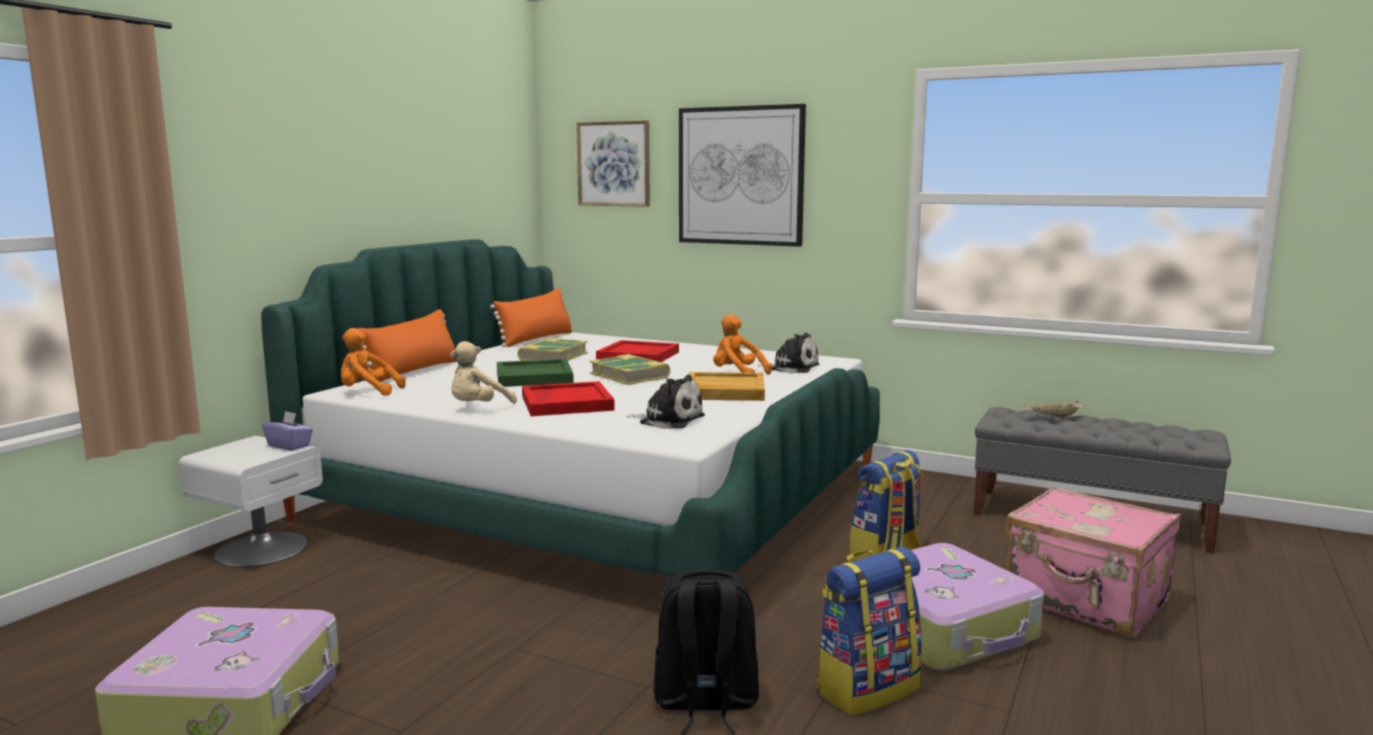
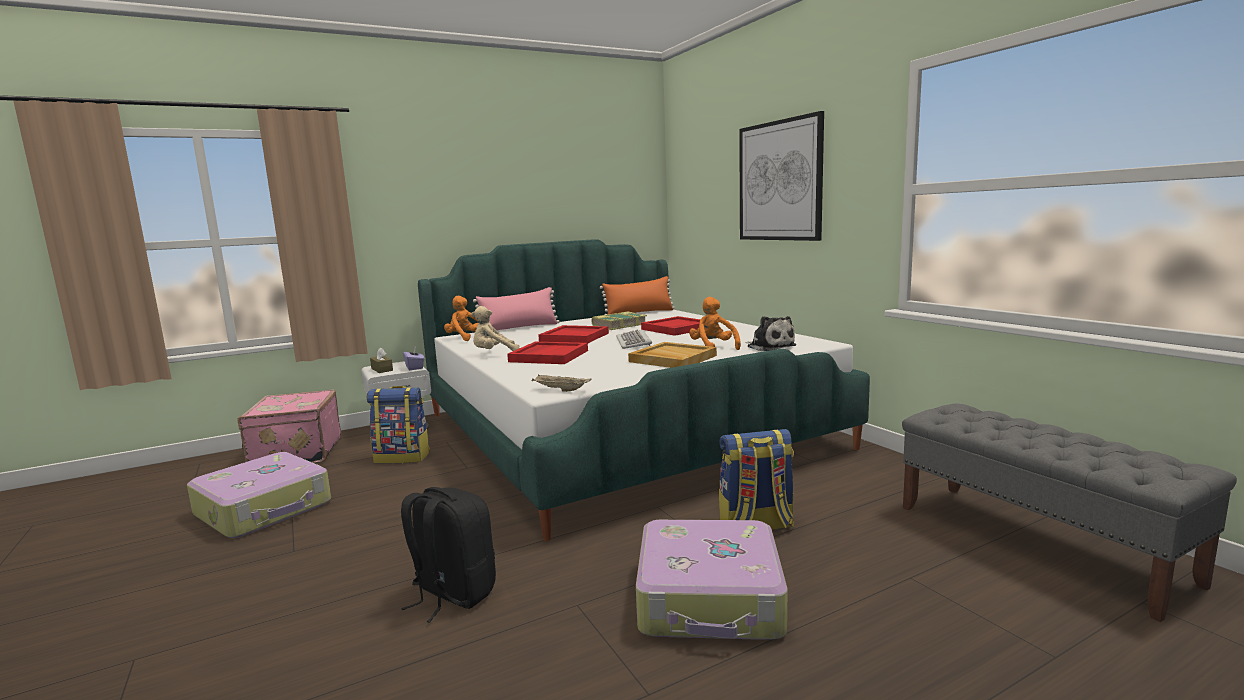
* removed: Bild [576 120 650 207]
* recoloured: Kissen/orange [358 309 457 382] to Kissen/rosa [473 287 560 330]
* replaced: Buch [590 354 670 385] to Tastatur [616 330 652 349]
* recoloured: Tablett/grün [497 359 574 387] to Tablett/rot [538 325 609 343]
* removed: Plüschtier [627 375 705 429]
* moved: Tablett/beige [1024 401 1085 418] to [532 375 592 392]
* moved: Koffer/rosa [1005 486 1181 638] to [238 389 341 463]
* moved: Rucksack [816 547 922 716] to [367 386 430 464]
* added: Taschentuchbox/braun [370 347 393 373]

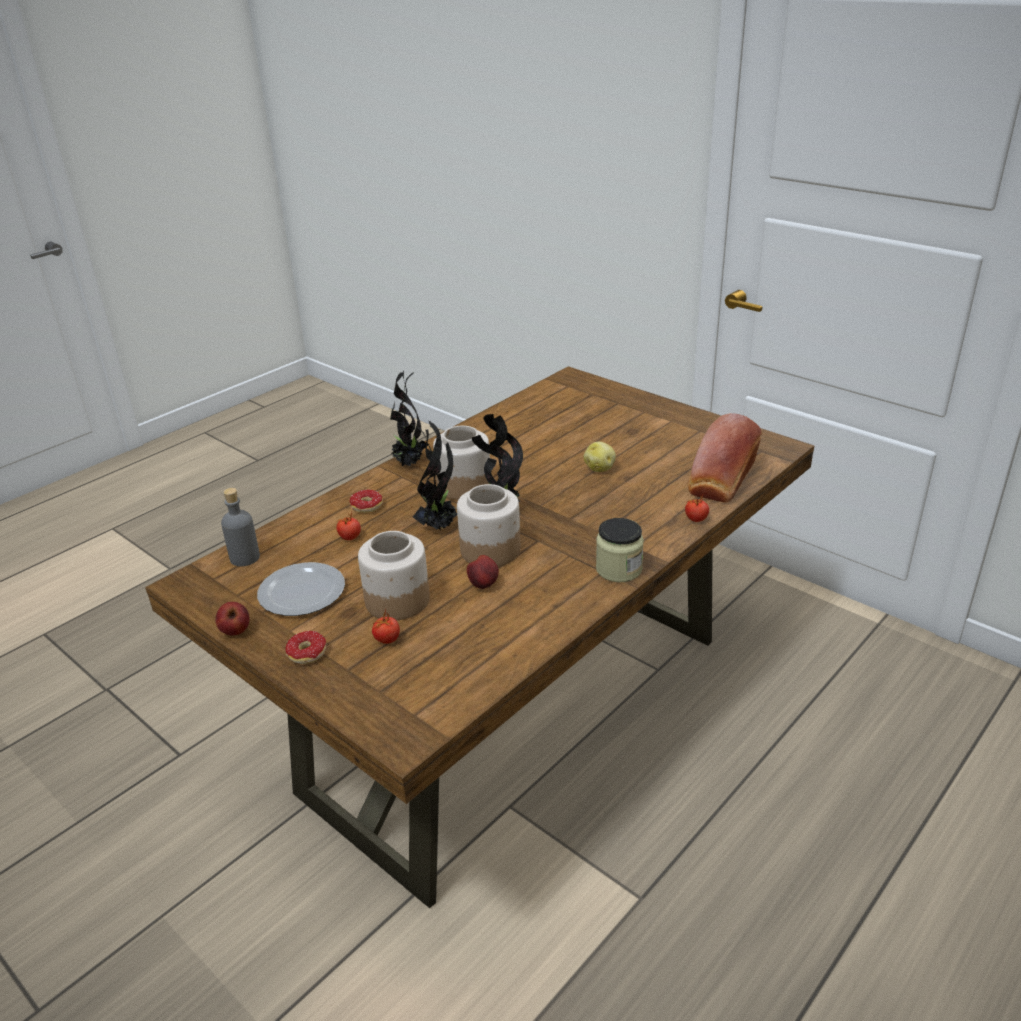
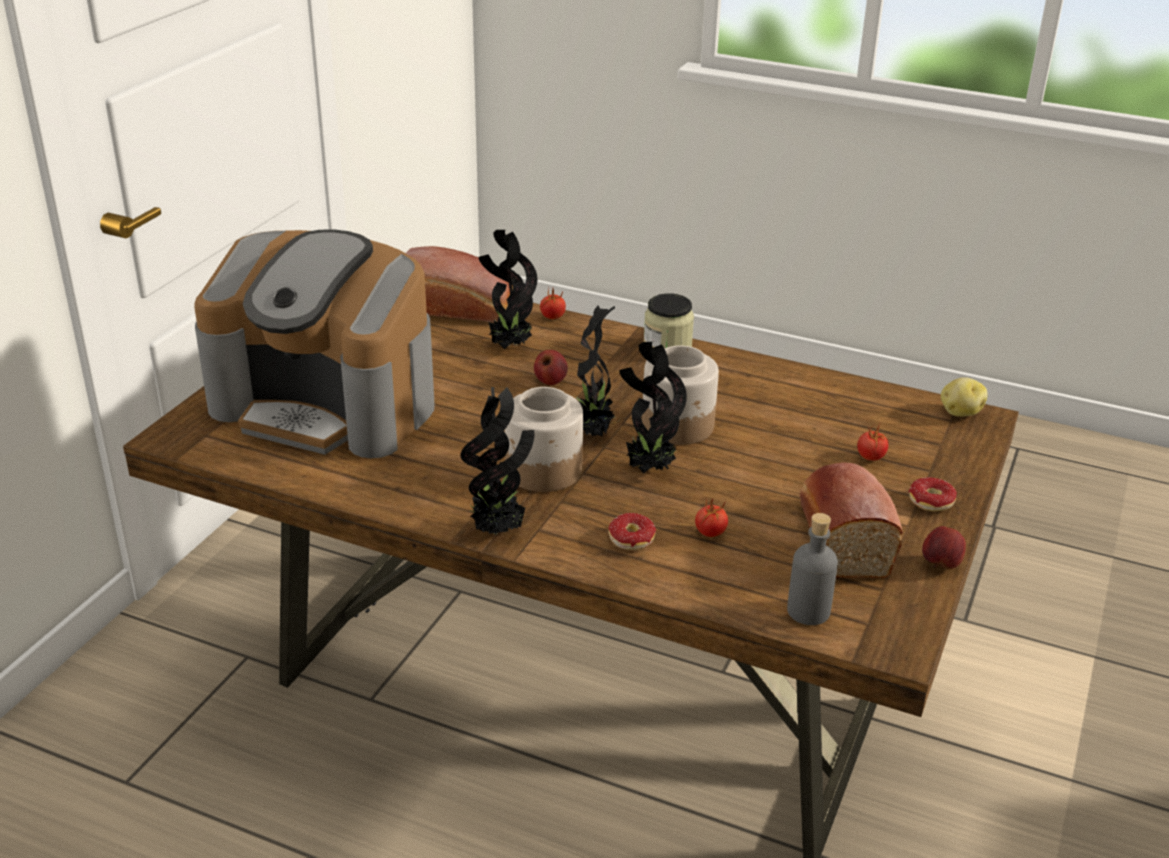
* moved: Kartoffel [584 441 616 472] to [941 377 988 417]
* removed: Vorratsglas [358 531 430 620]
* moved: Apfel [467 555 499 589] to [534 350 568 385]
* replaced: Teller [257 562 345 616] to Brot [800 463 903 578]
* added: Kaffeemaschine [194 229 434 458]
* added: Topfpflanze [479 230 537 349]

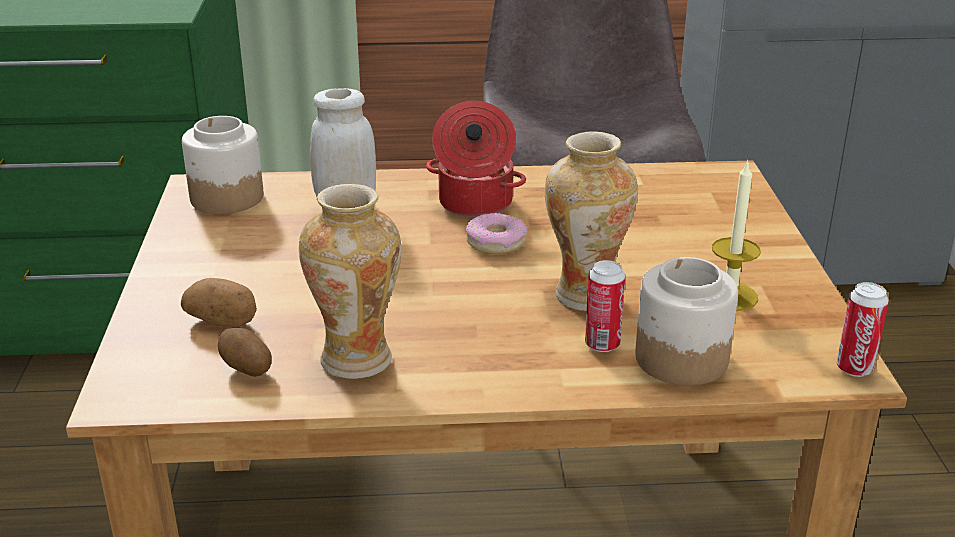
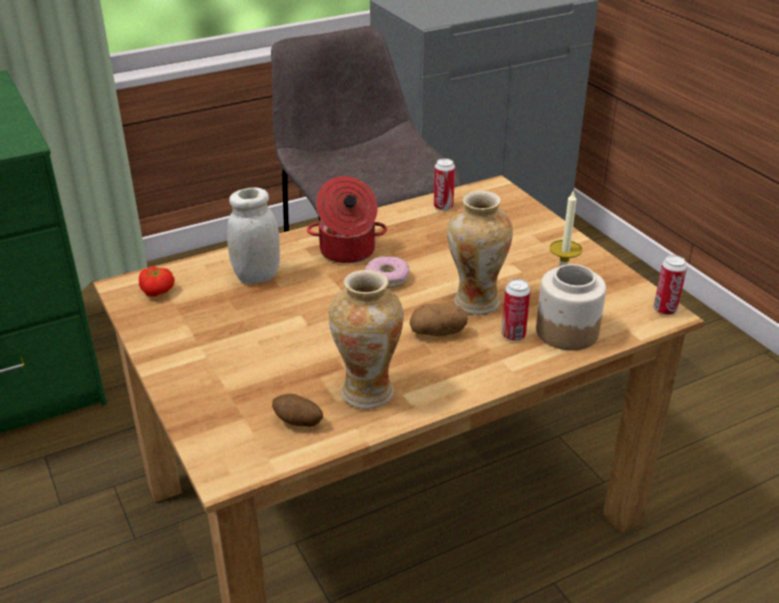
* replaced: Vorratsglas [182 116 263 214] to Tomate [139 266 174 297]
* moved: Kartoffel [181 278 257 327] to [410 303 468 336]
* added: Dose [434 158 455 211]

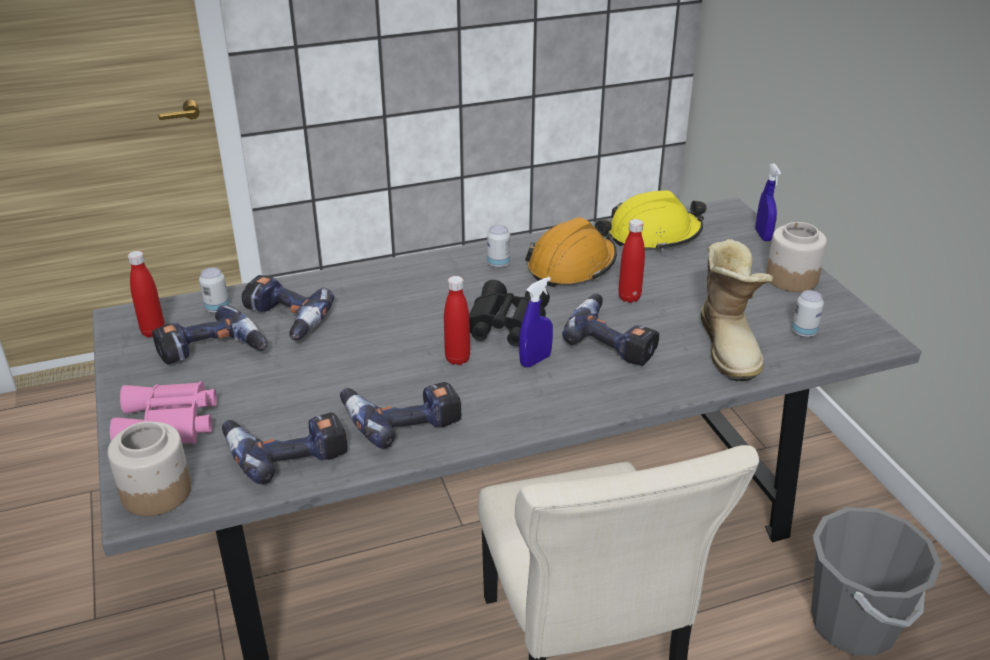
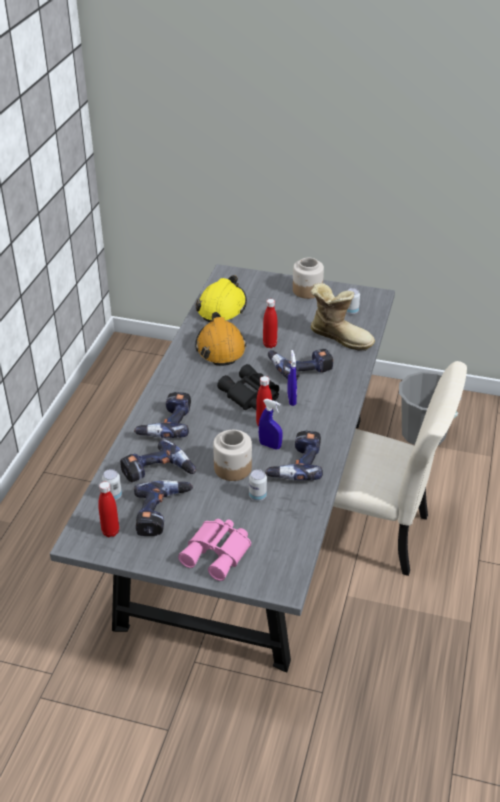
* moved: Sprühflasche/blau [755 163 781 241] to [258 399 283 450]
* moved: Dose [487 225 510 268] to [249 469 267 501]
* moved: Bohrmaschine [222 412 348 485] to [134 392 191 438]
* moved: Vorratsglas [108 421 191 516] to [213 430 252 481]

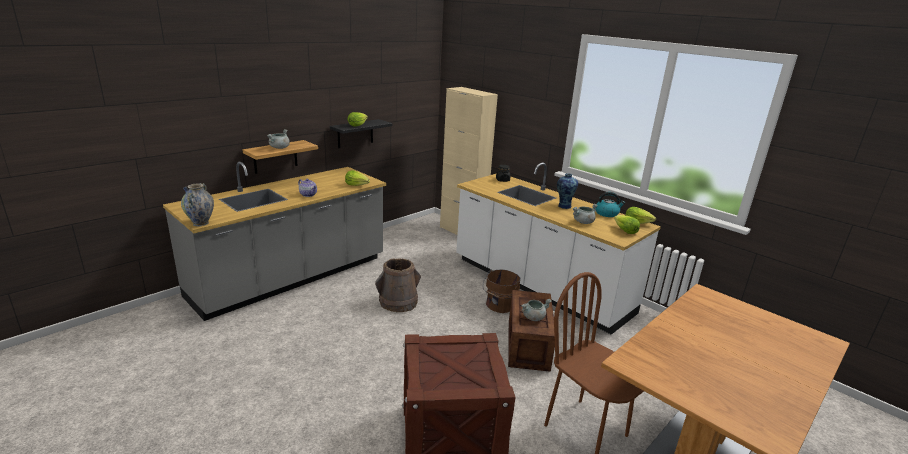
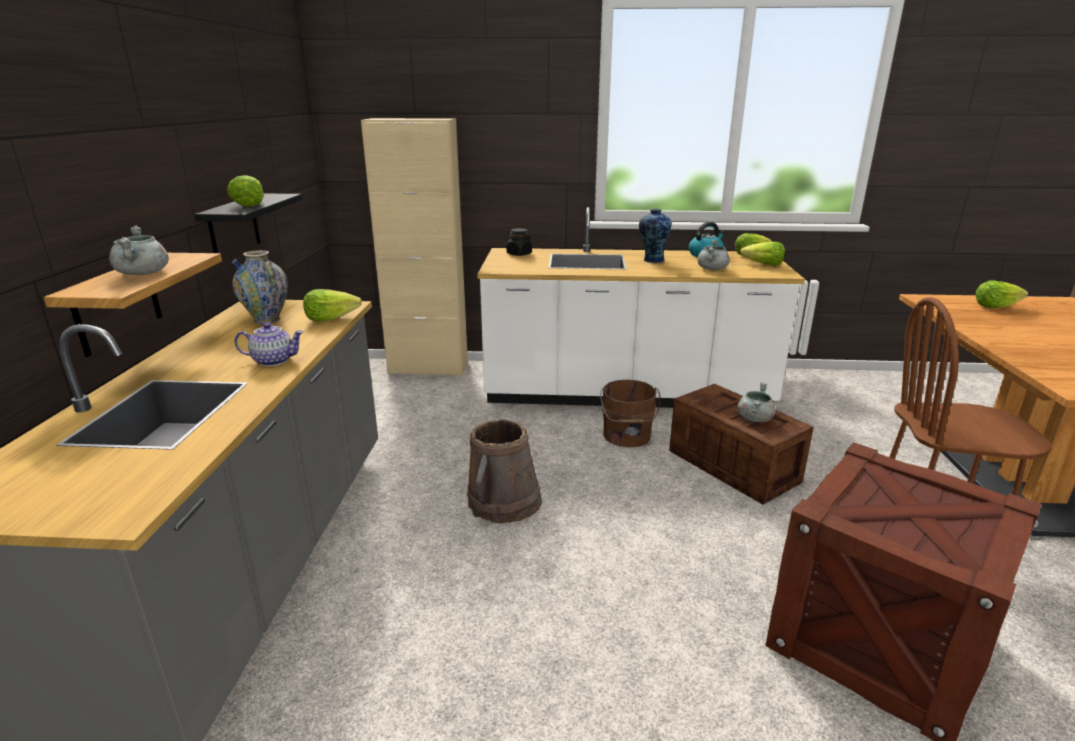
* moved: Vase [181 183 214 227] to [232 250 288 325]
* added: Salatkopf [976 280 1028 308]

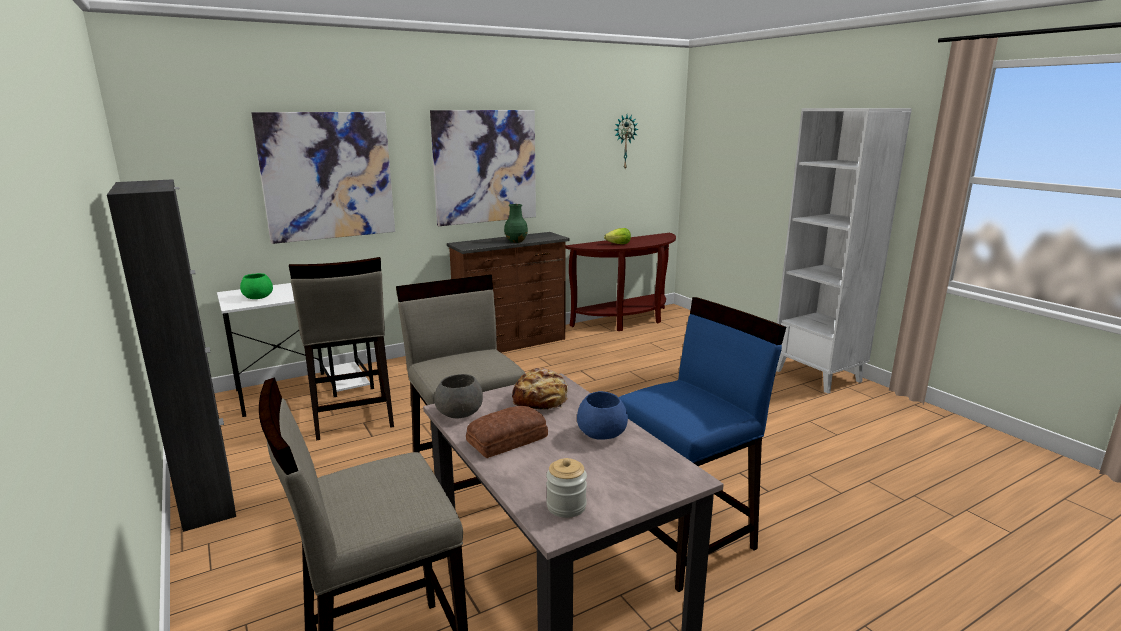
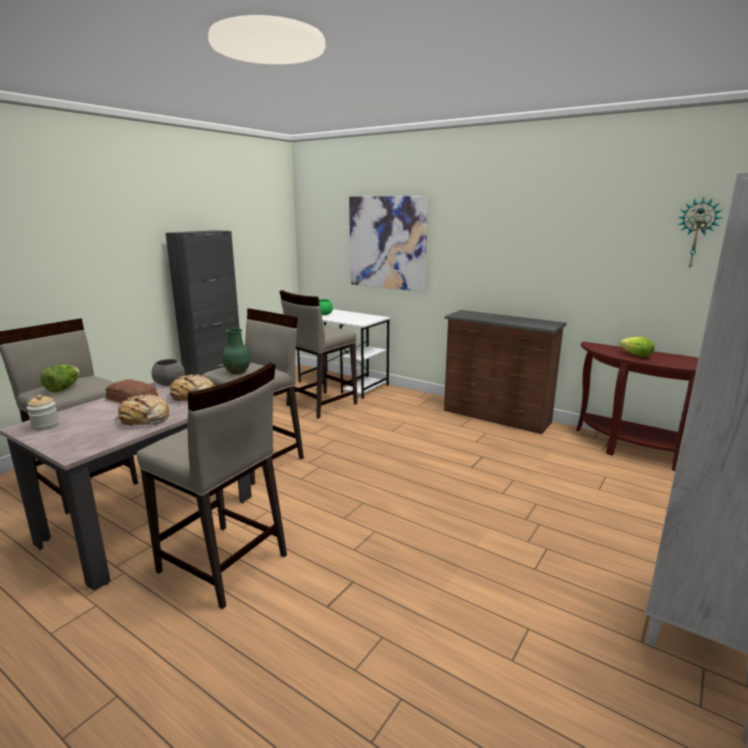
* removed: Bild [430 110 536 226]
* moved: Vase/grün [504 204 528 243] to [222 328 251 374]
* recoloured: Hocker/blau [619 297 786 592] to Hocker/beige [137 363 287 609]
* replaced: Schüssel/blau [577 391 628 440] to Brot [113 393 169 427]
* added: Salatkopf [40 364 80 393]

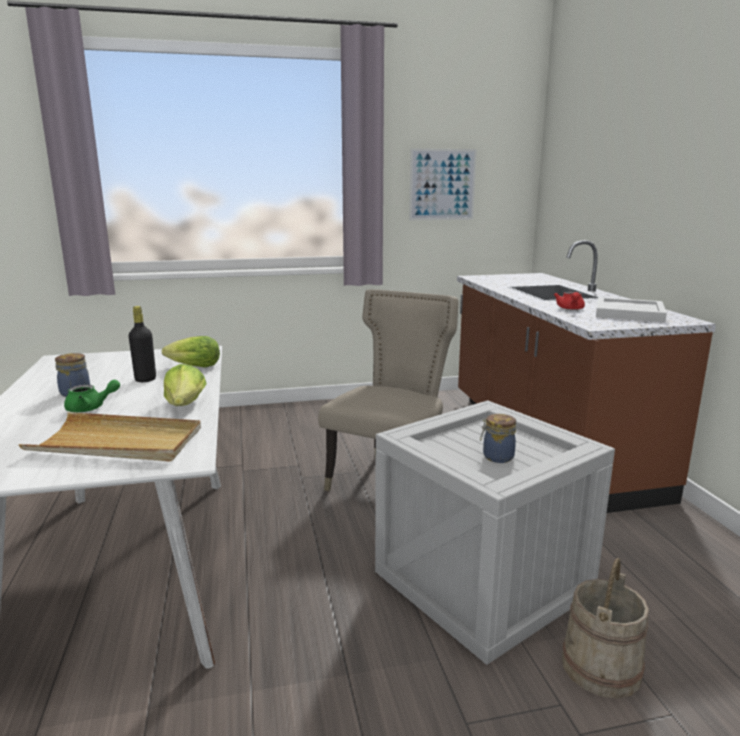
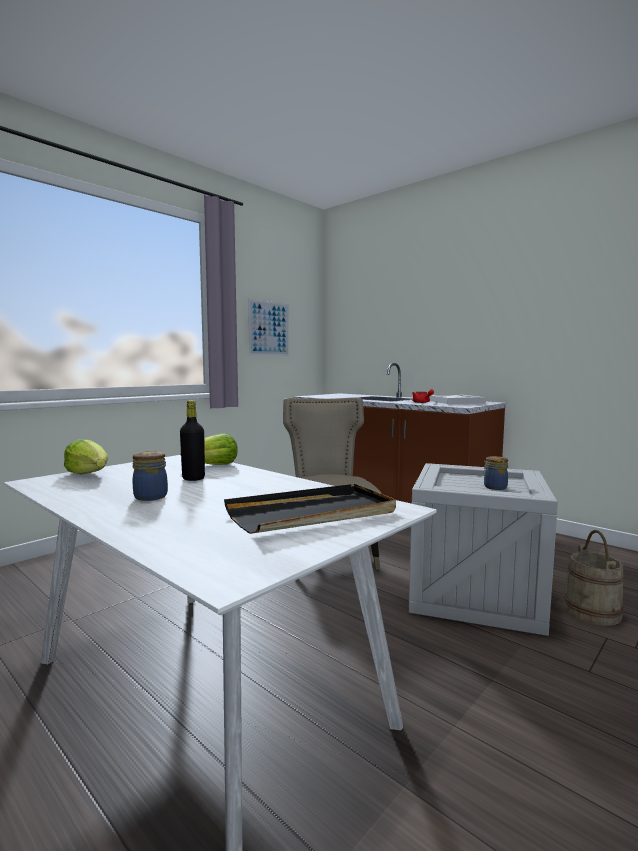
* moved: Salatkopf [164 364 206 406] to [64 439 108 475]
* removed: Teekanne/grün [64 380 120 412]
* recoloured: Tablett/beige [19 412 201 462] to Tablett/schwarz [224 484 396 534]

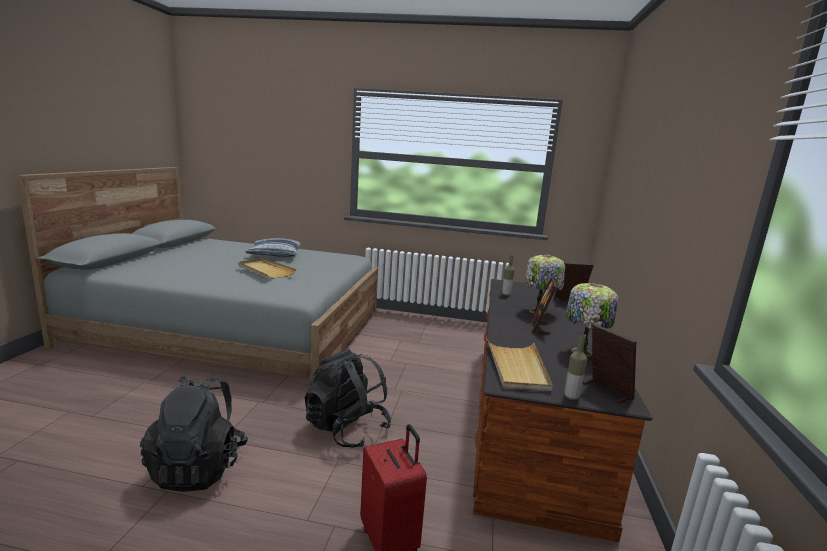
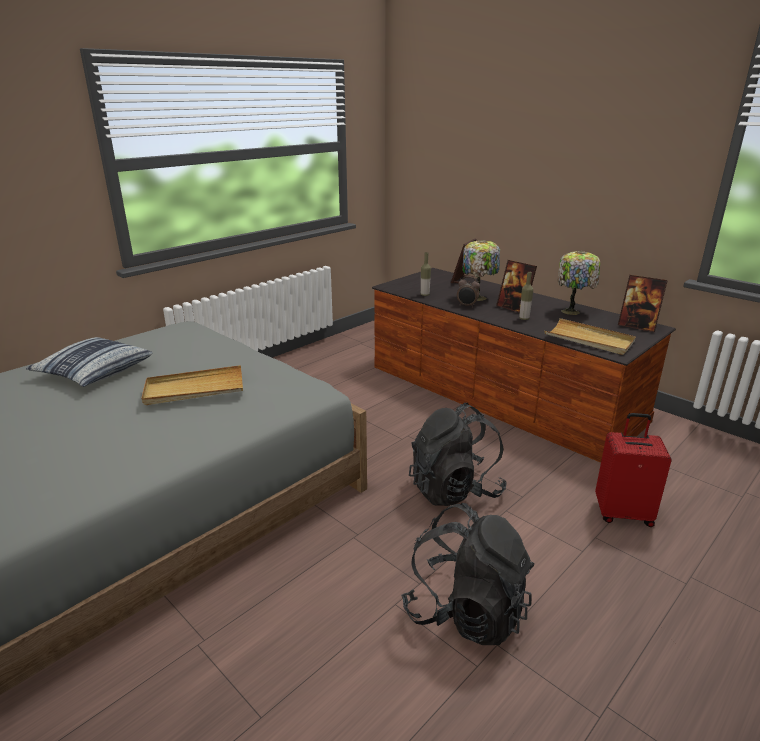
* turned: Bilderrahmen [582 324 636 404] = [618 275 668 332] 150 degrees counterclockwise
* moved: Flasche [564 334 587 400] to [519 272 533 320]
* added: Wecker [457 276 480 308]

